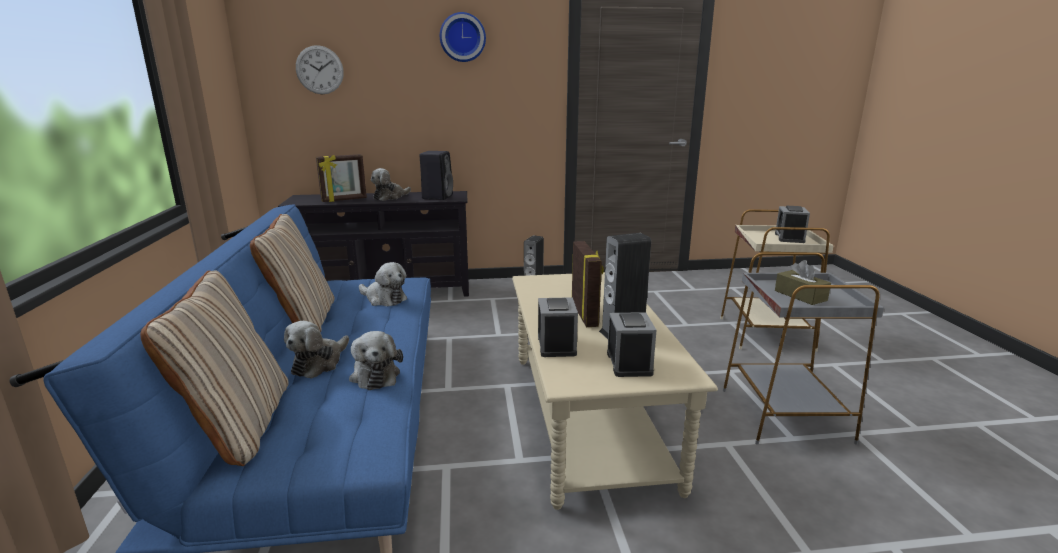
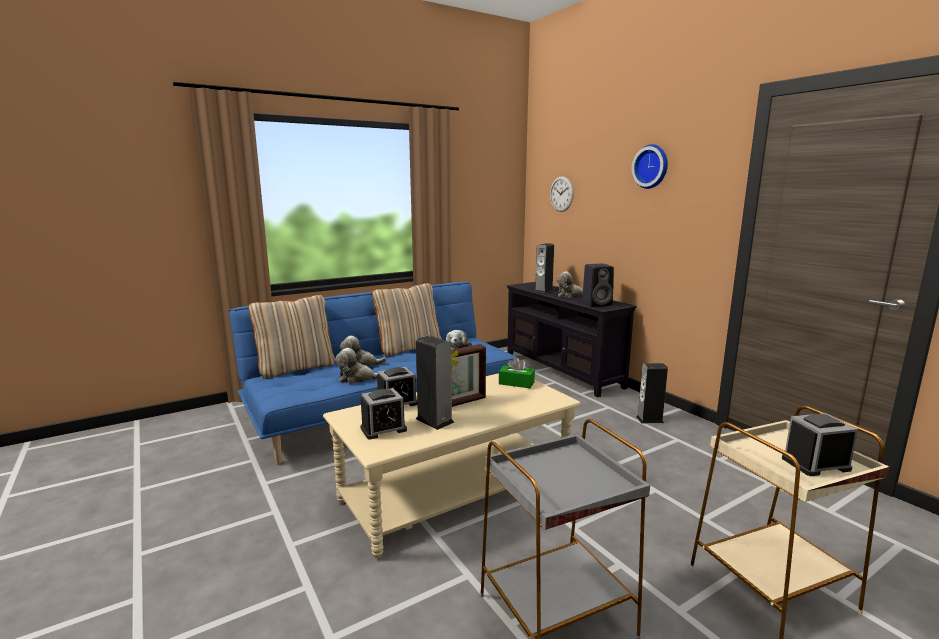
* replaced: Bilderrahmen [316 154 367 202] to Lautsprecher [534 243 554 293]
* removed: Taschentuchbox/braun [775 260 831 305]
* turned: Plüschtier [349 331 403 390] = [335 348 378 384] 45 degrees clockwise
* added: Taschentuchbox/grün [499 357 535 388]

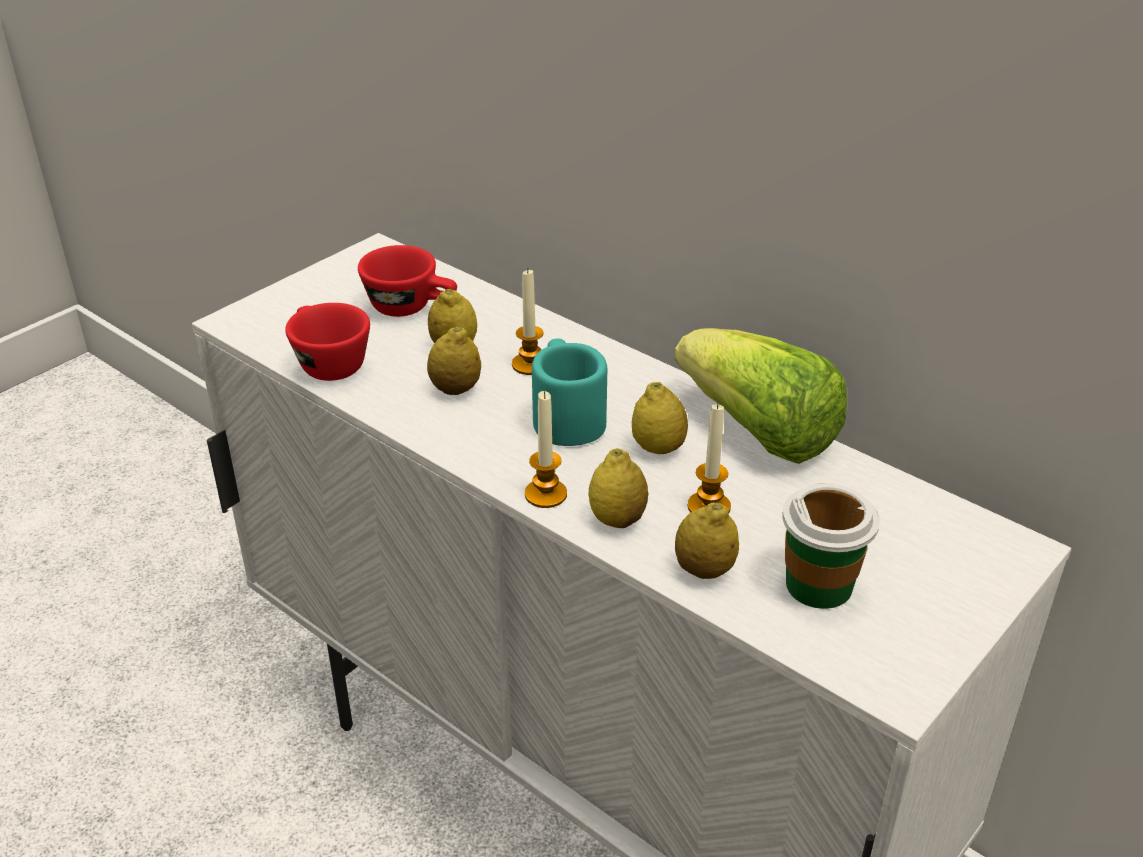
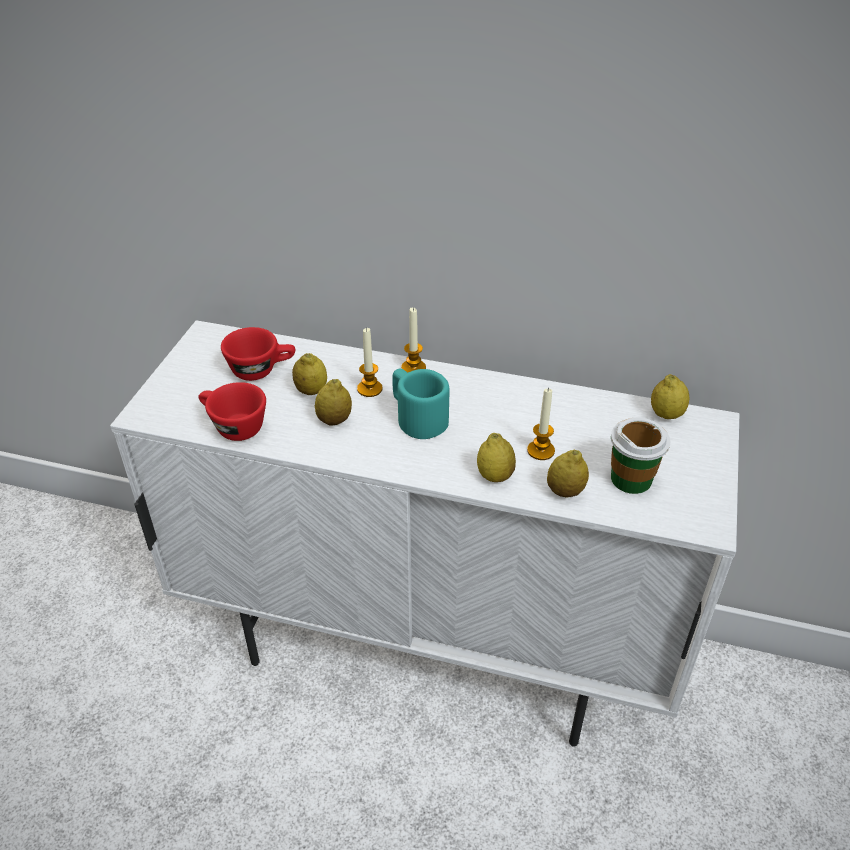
* removed: Salatkopf [674 328 847 464]
* moved: Zitrone [632 382 688 454] to [651 374 689 419]
* moved: Kerze [525 391 567 508] to [401 307 426 373]

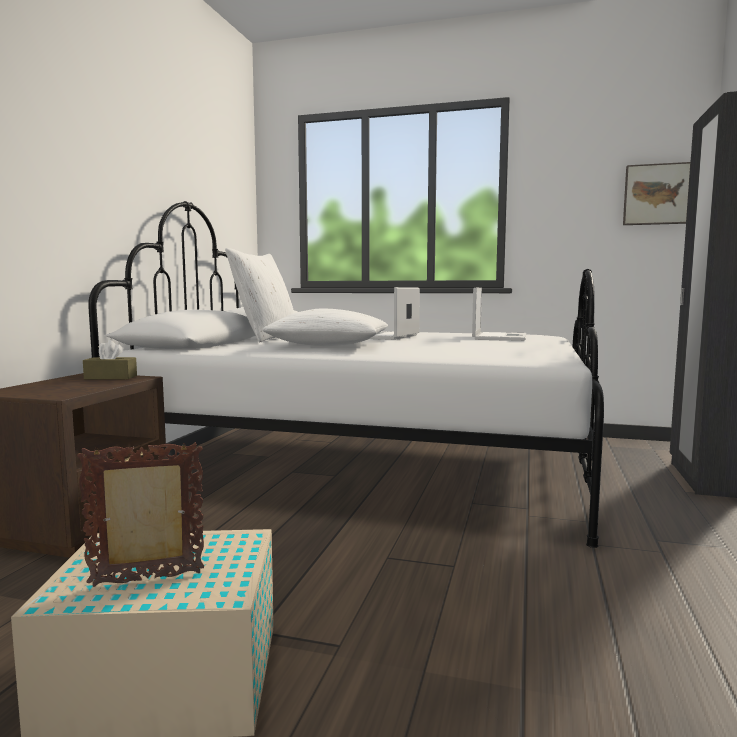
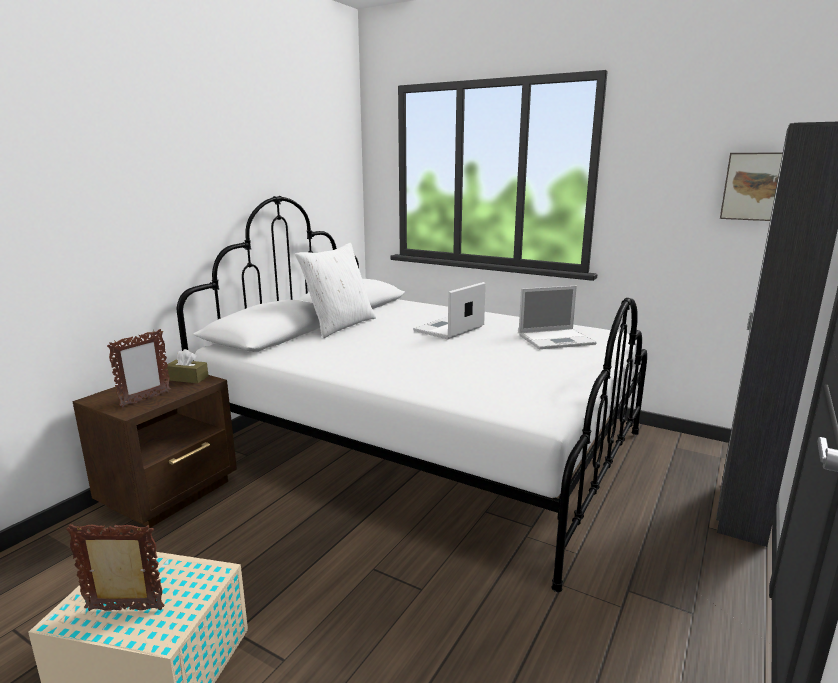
* turned: Laptop [472 288 526 341] = [519 286 597 349] 45 degrees clockwise
* removed: Kissen/weiß [262 309 388 346]
* added: Bilderrahmen [107 329 171 408]

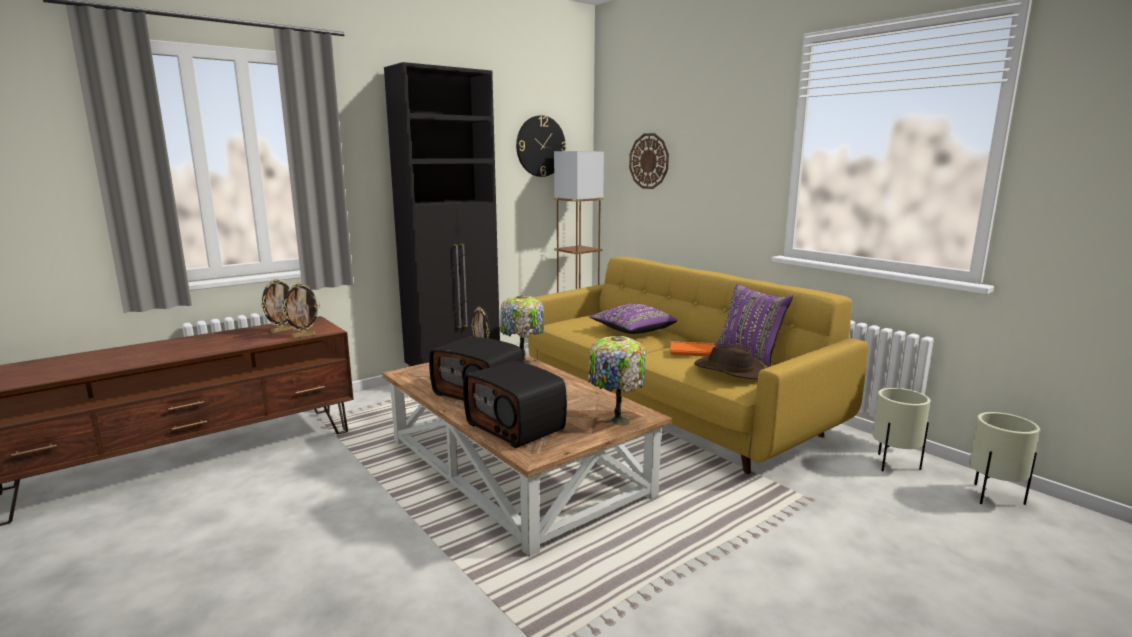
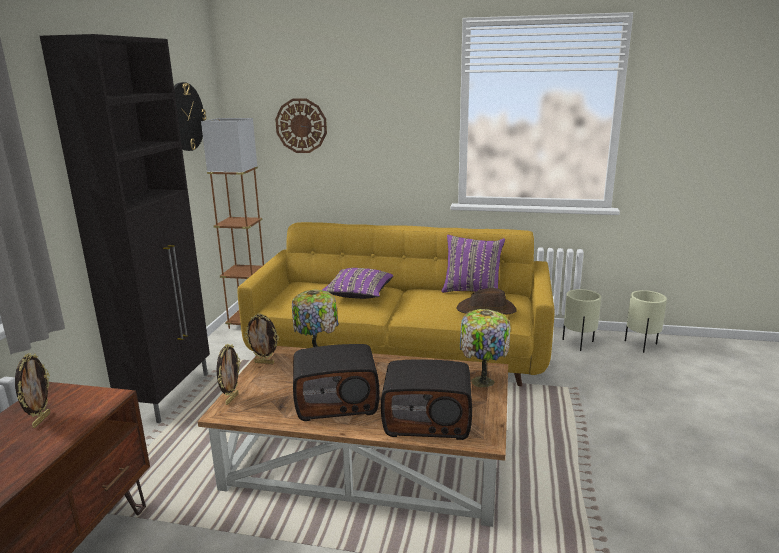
* moved: Bilderrahmen [281 282 320 338] to [217 344 240 405]
* removed: Buch/orange [670 341 715 356]

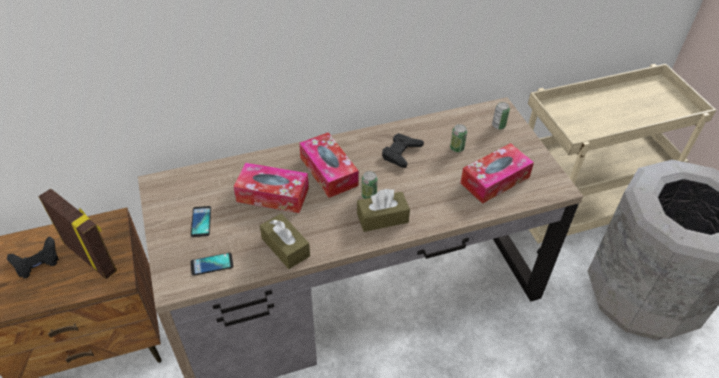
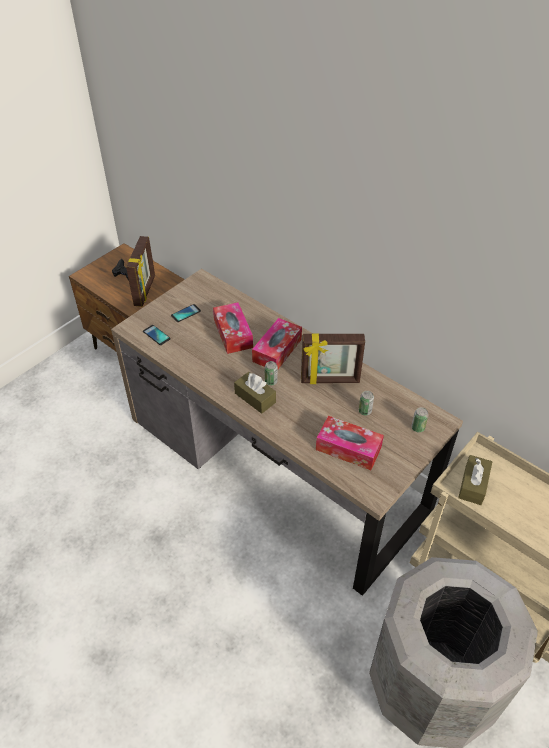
* replaced: Gamepad/schwarz [382 133 424 168] to Bilderrahmen [301 334 365 384]
* moved: Taschentuchbox/braun [260 213 310 269] to [458 455 492 505]

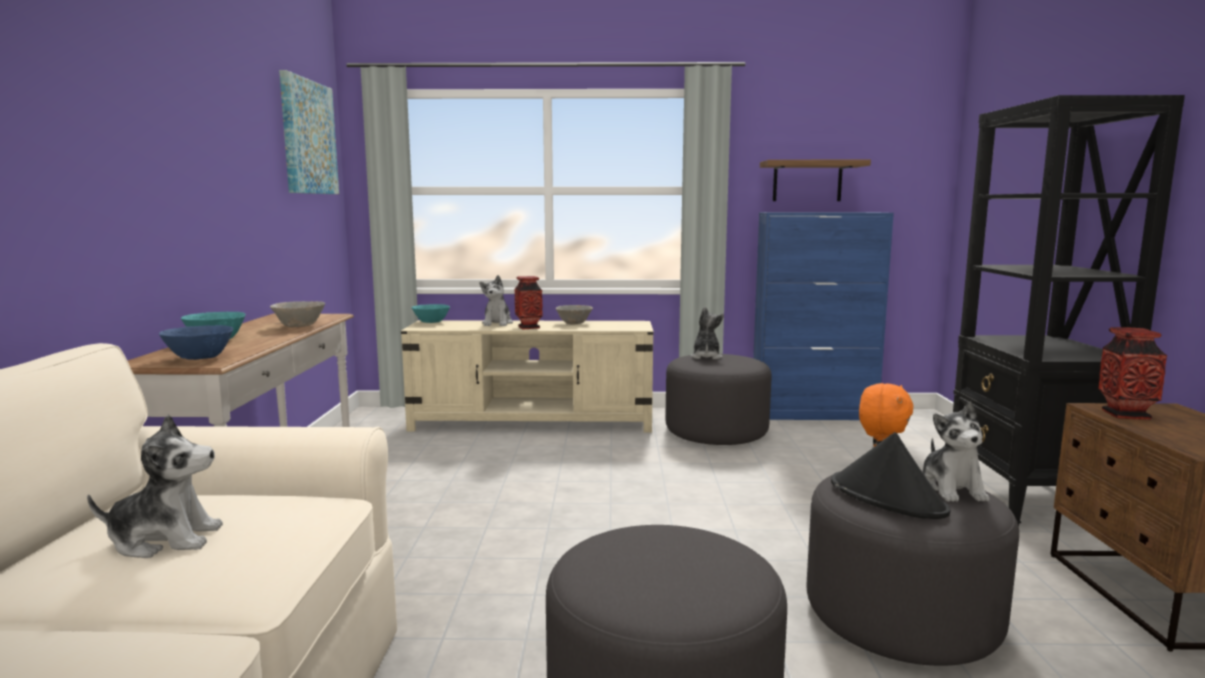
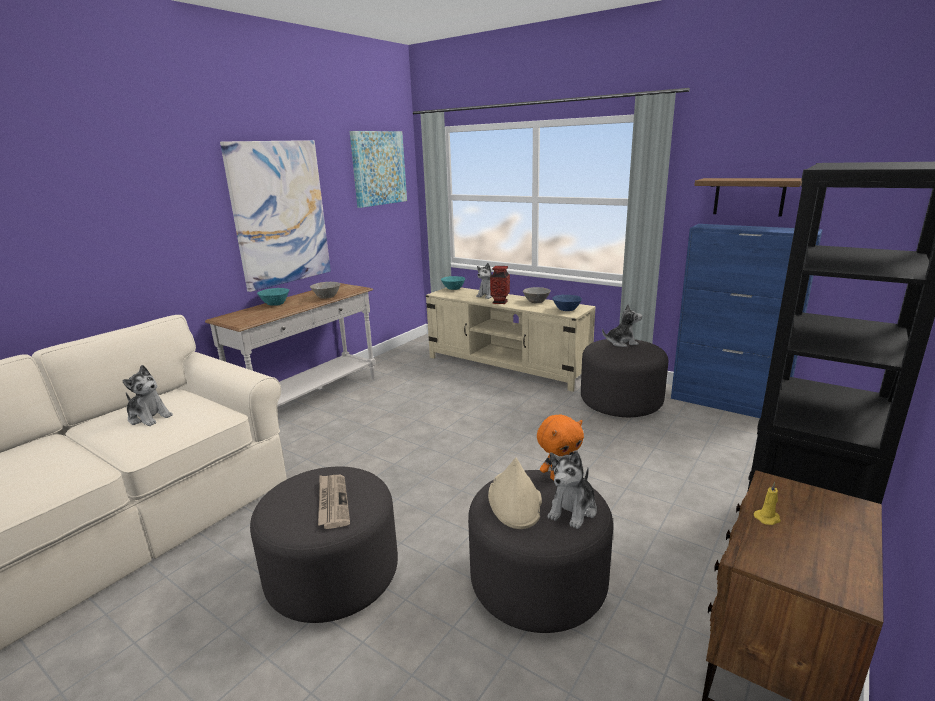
* turned: Plüschtier [691 307 724 360] = [602 304 642 347] 45 degrees clockwise
* moved: Schüssel/blau [159 325 233 360] to [553 295 582 311]
* removed: Vase [1099 327 1167 420]
* recoloured: Hut/schwarz [831 432 950 519] to Hut/beige [488 458 542 529]
* added: Bild [220 140 331 292]
* added: Zeitung [318 475 350 529]
* added: Kerze/gelb [754 482 781 525]

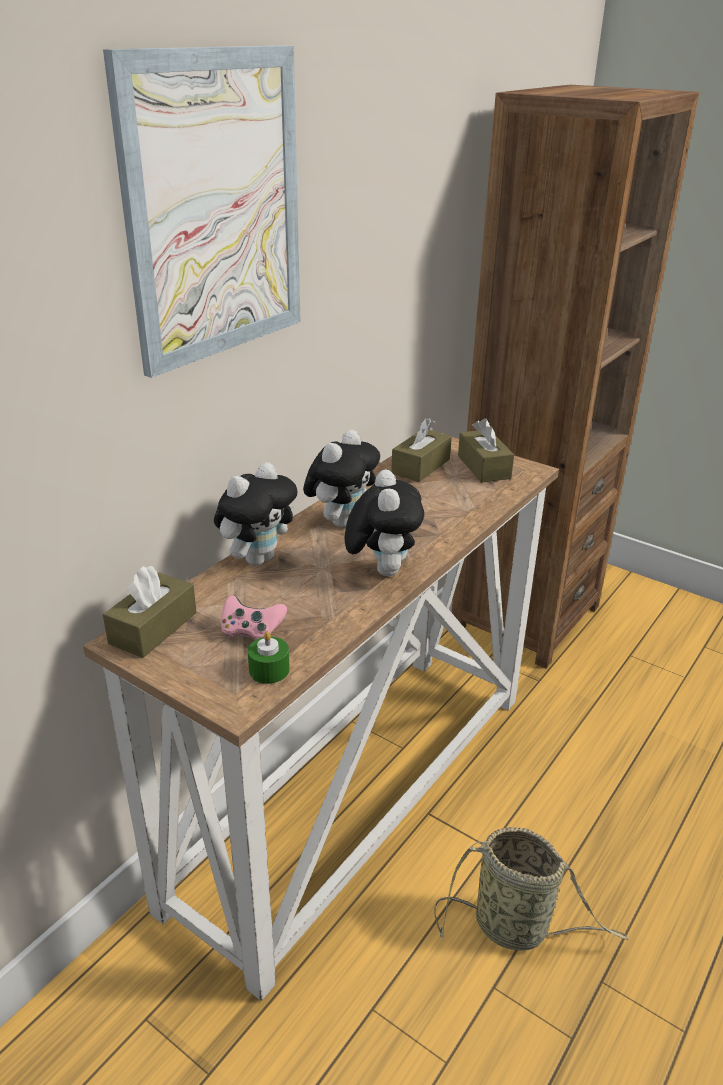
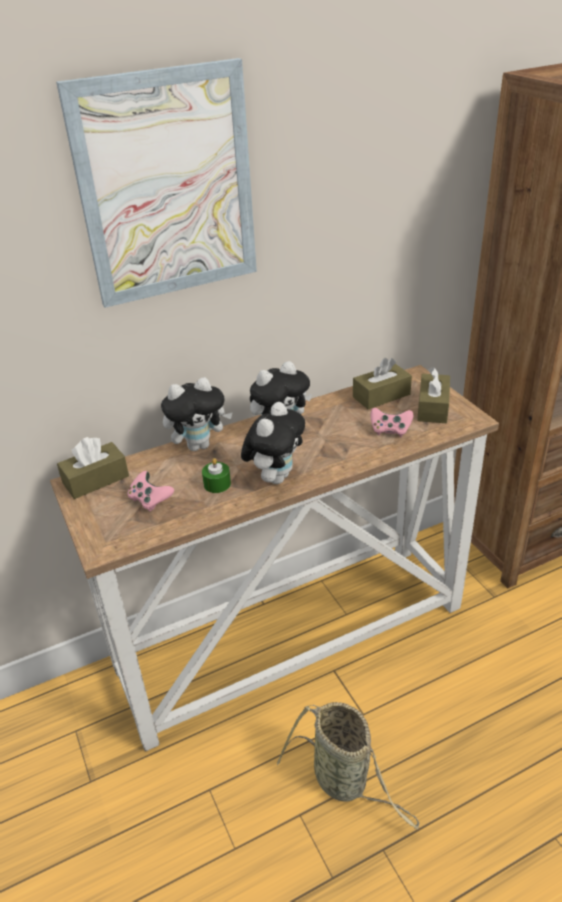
* moved: Kerze/grün [248 631 290 684] to [202 458 231 493]
* added: Gamepad/rosa [371 408 413 437]

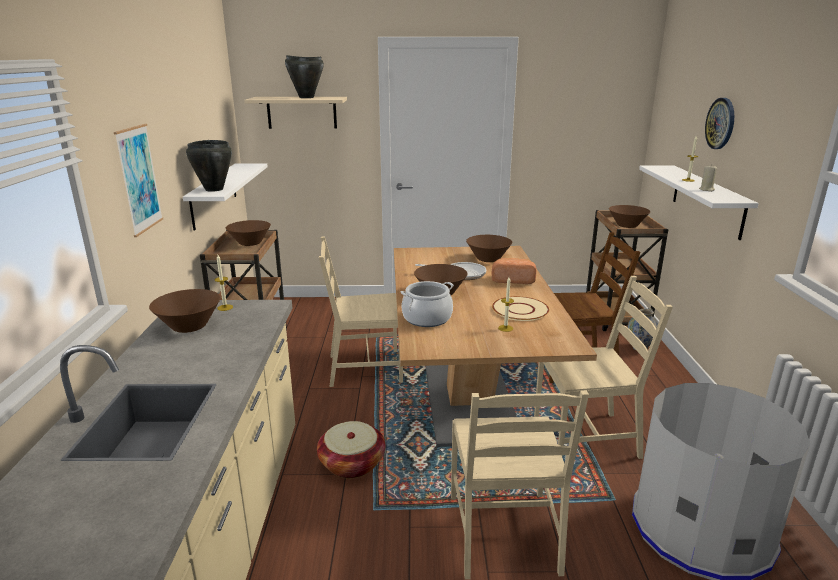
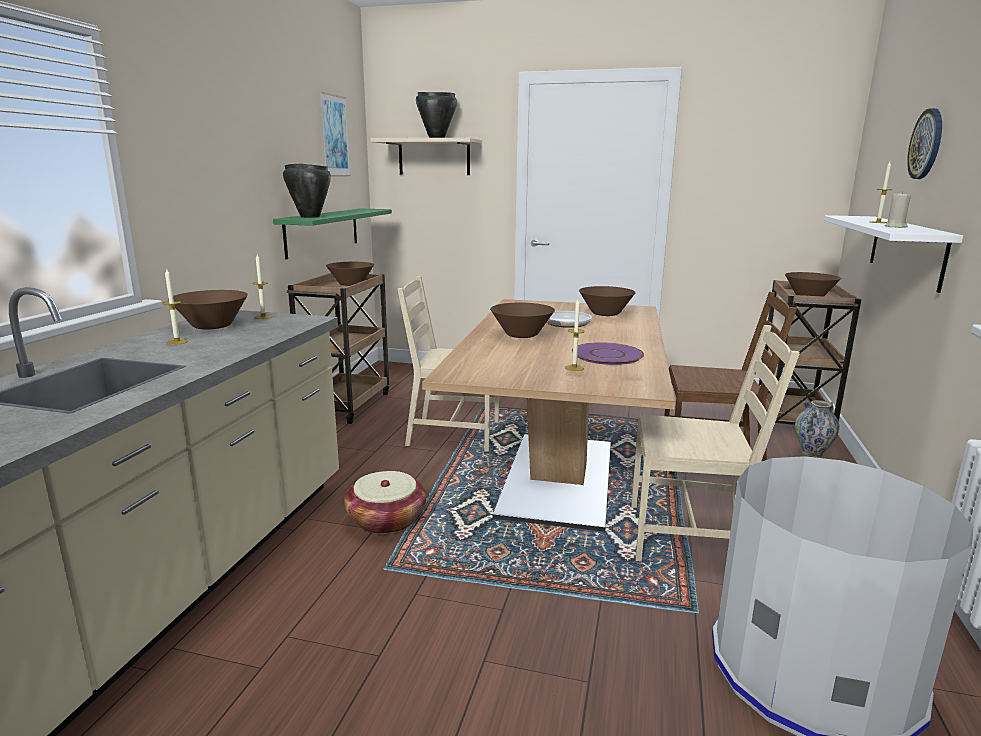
* moved: Bild [114 124 163 237] to [319 92 351 177]
* recoloured: Wandregal/weiß [183 163 268 231] to Wandregal/grün [273 209 392 259]
* removed: Brot [492 258 537 284]
* removed: Kochtopf [401 281 454 327]
* recoloured: Teller/beige [492 296 549 321] to Teller/lila [572 342 644 365]
* removed: Stuhl/beige [451 391 589 580]
* added: Kerze [162 269 188 345]

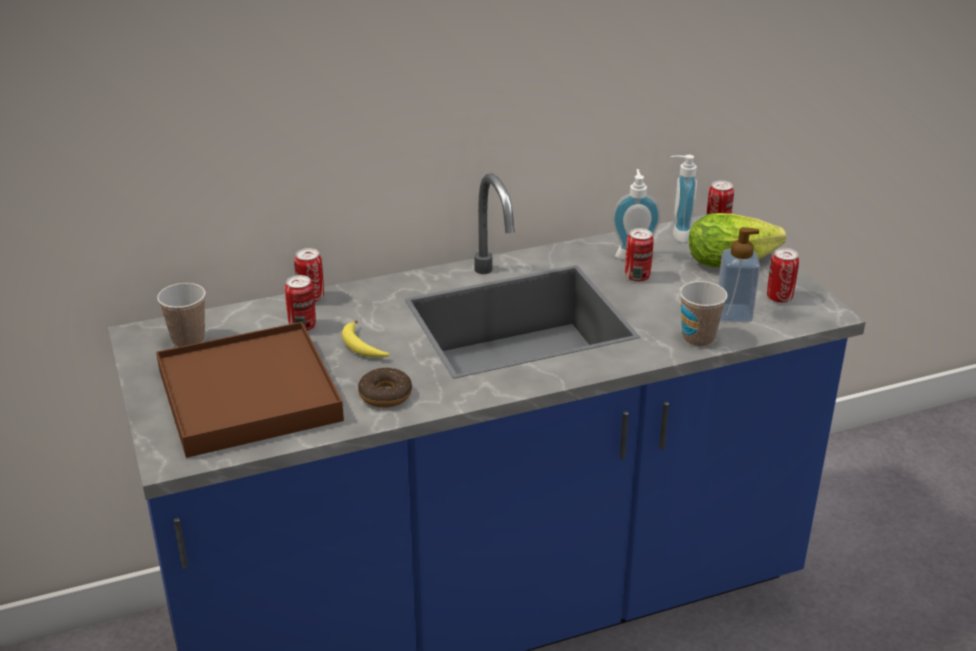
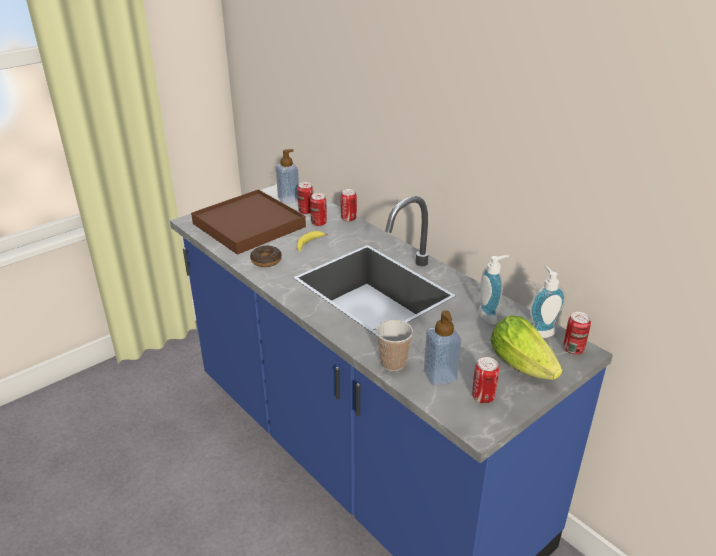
* moved: Dose [625 228 654 282] to [297 182 313 214]
* replaced: Tasse [157 283 206 347] to Seifenspender [276 149 299 204]

